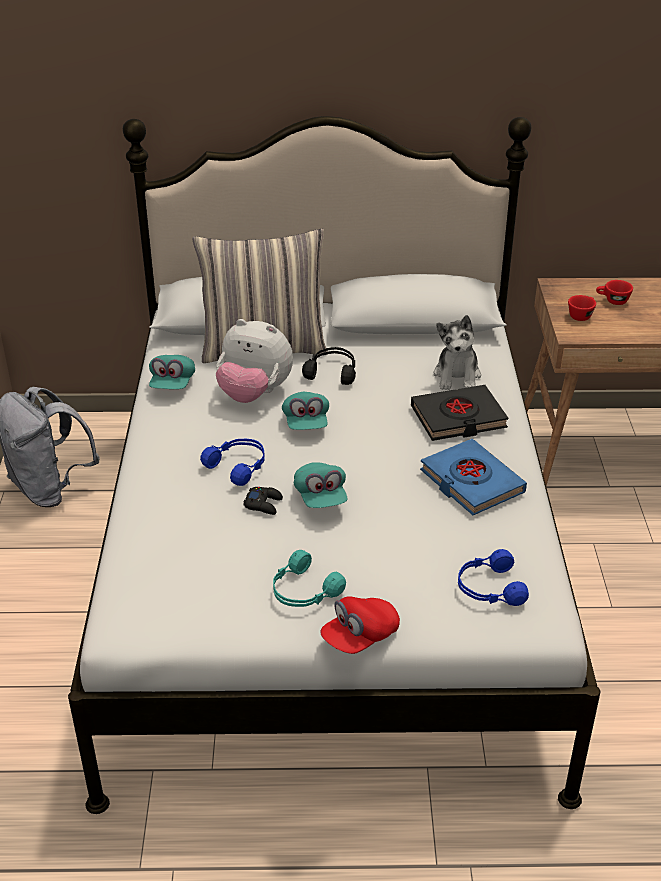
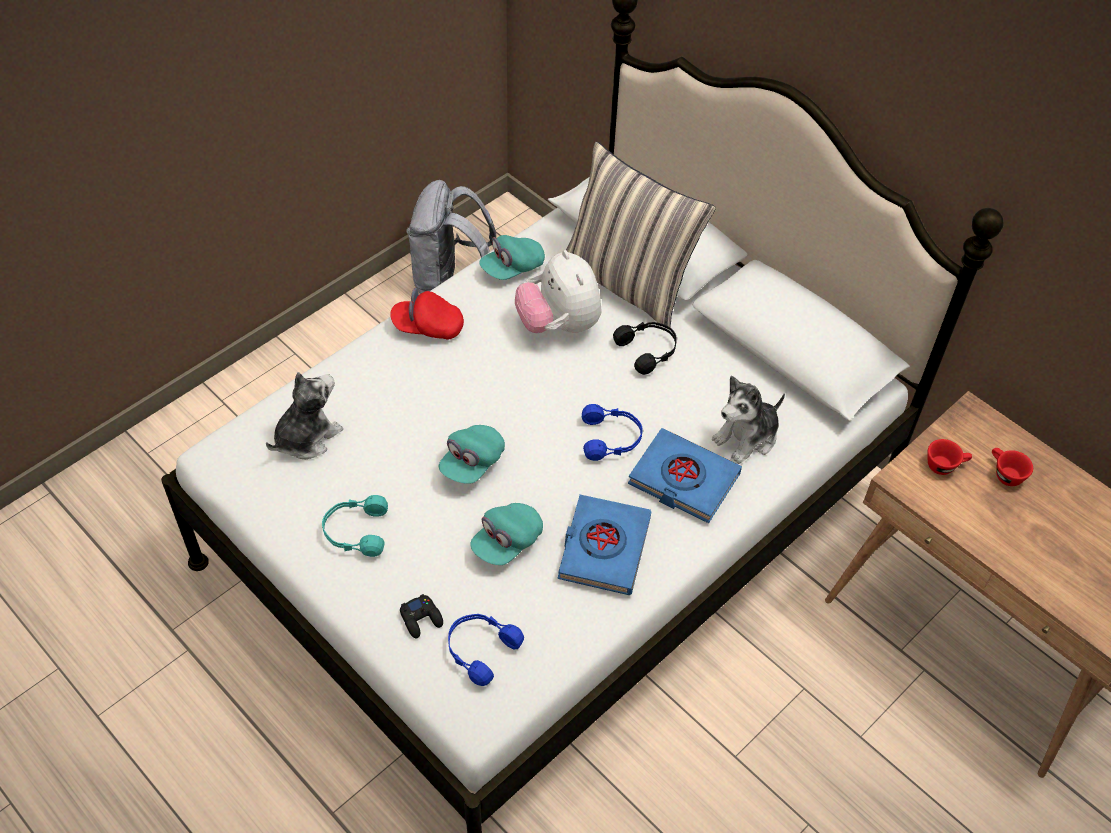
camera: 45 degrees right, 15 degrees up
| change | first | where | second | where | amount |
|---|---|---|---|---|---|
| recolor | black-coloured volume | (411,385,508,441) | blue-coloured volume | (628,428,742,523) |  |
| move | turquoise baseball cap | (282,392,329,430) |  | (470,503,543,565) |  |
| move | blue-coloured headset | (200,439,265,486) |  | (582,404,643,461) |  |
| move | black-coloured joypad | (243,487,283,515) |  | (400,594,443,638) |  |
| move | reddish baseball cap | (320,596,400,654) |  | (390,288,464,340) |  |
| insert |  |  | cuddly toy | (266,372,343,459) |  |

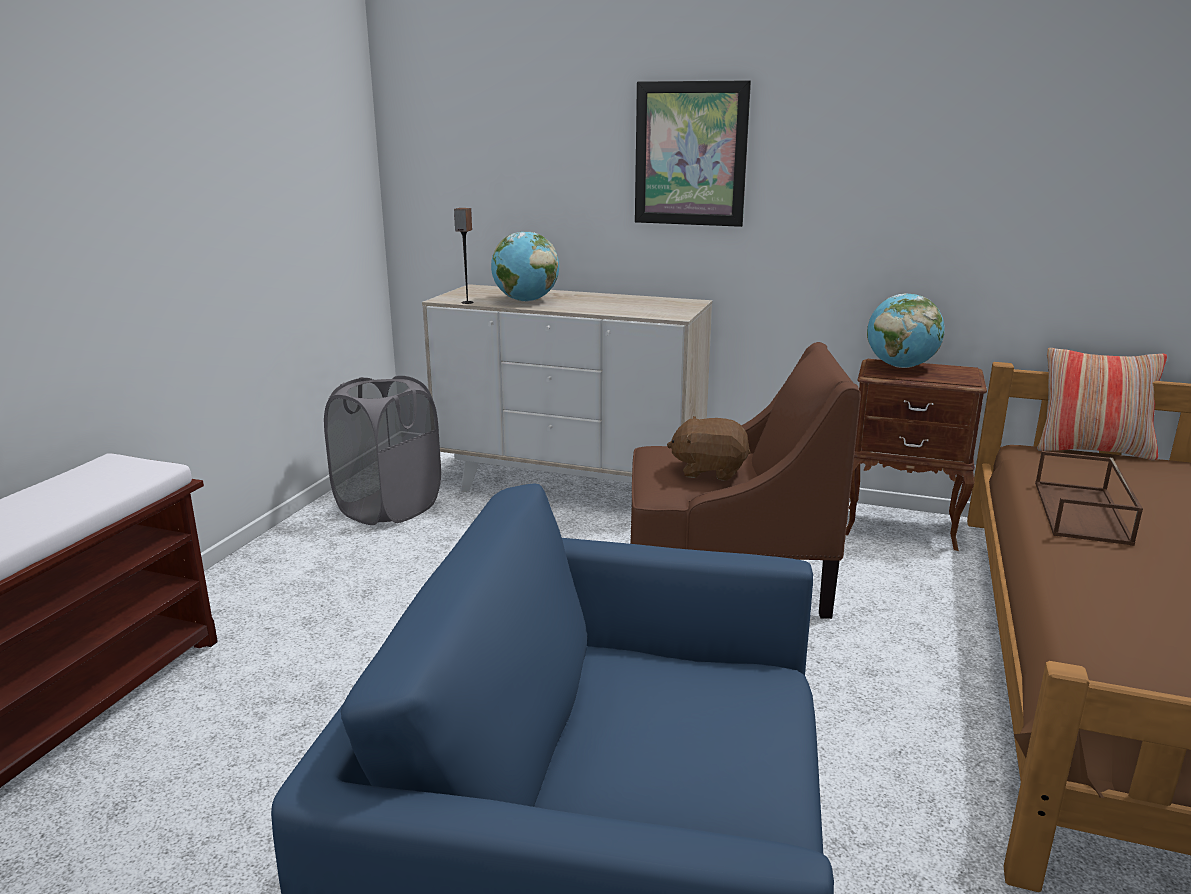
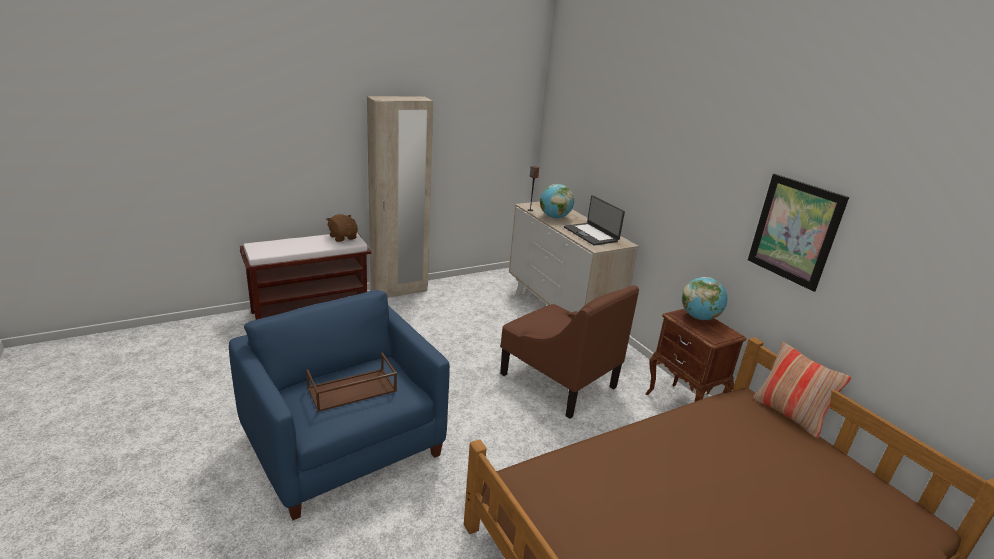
camera: 40 degrees right, 5 degrees up
| change | first | where | second | where | amount |
|---|---|---|---|---|---|
| move | picture | (635,80,751,227) |  | (748,174,849,292) |  |
| delete | greyish washing basket | (324,376,441,525) |  |  |  |
| move | brown cuddly toy | (667,416,751,481) |  | (326,214,358,242) |  |
| move | brown carrying tray | (1035,451,1143,546) |  | (306,353,397,412) |  |
| insert |  |  | sand-coloured clothes cupboard | (367,96,433,298) |  |
| insert |  |  | laptop | (564,195,625,246) |  |

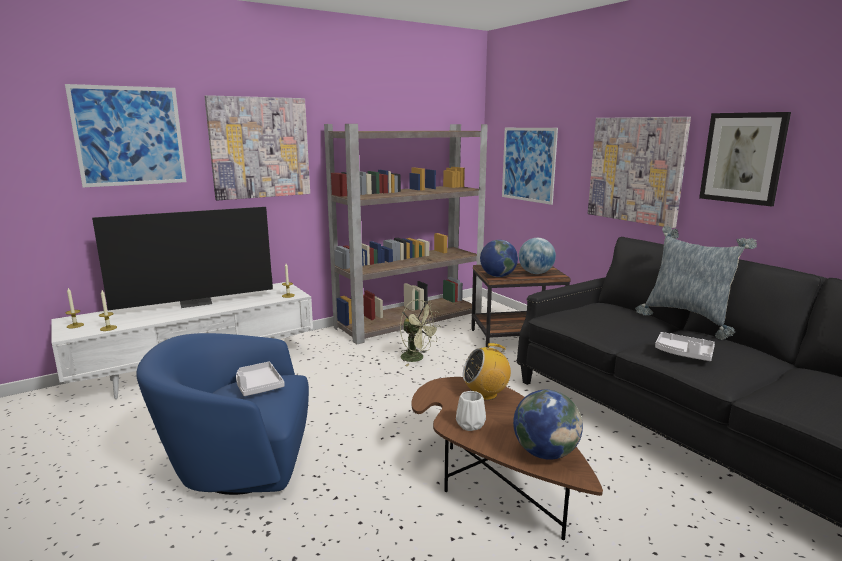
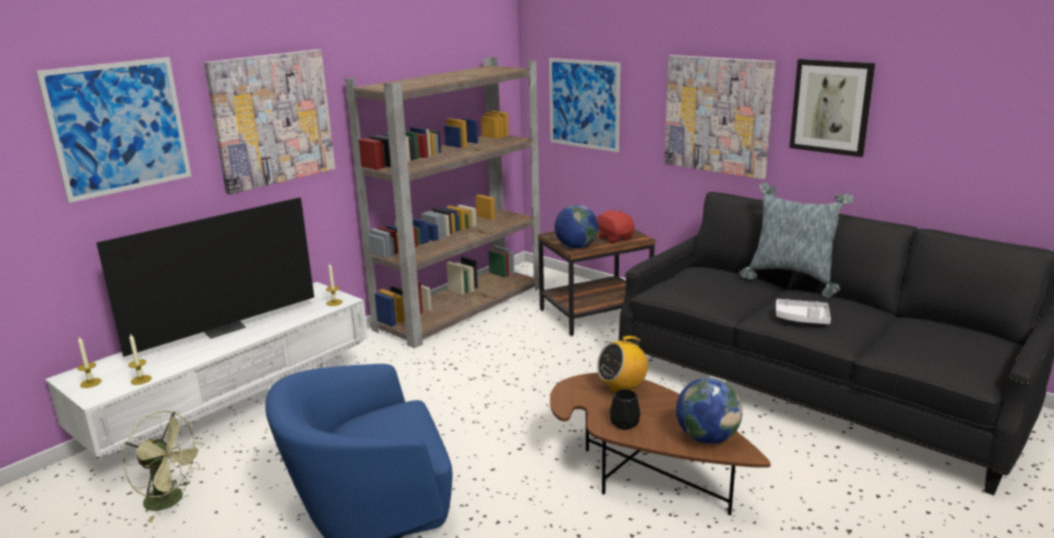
camera: 15 degrees left, 5 degrees up
| change | first | where | second | where | amount |
|---|---|---|---|---|---|
| replace | desk globe | (519,238,556,274) | reddish cuddly toy | (596,210,634,243) |  |
| move | green electric fan | (400,299,441,366) |  | (123,410,204,522) |  |
| delete | white carrying tray | (236,362,285,396) |  |  |  |
| recolor | white flower vase | (456,391,486,431) | black-coloured flower vase | (610,389,641,430) |  |

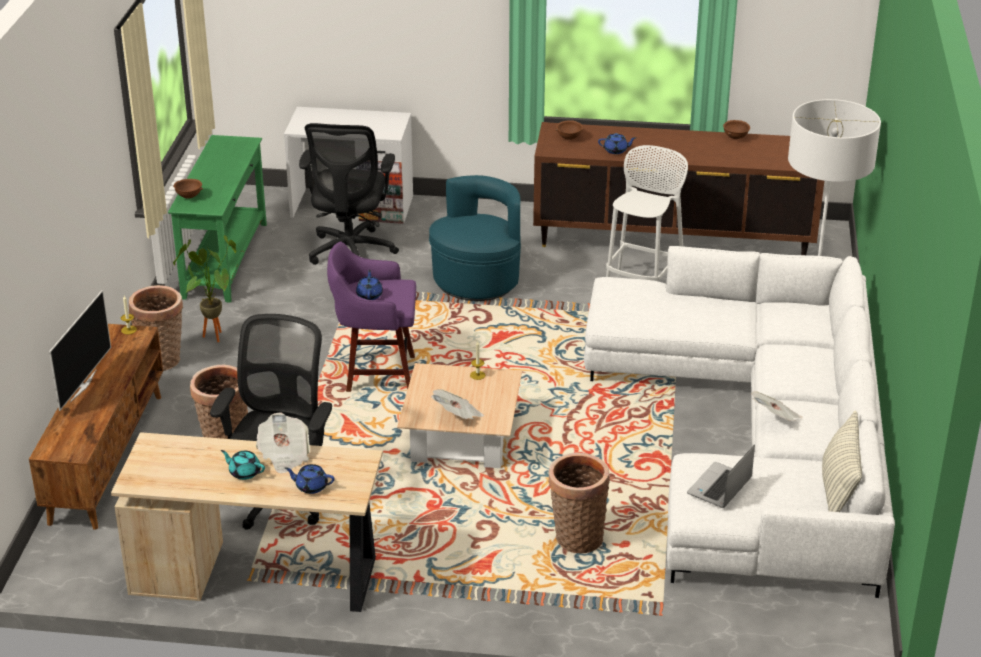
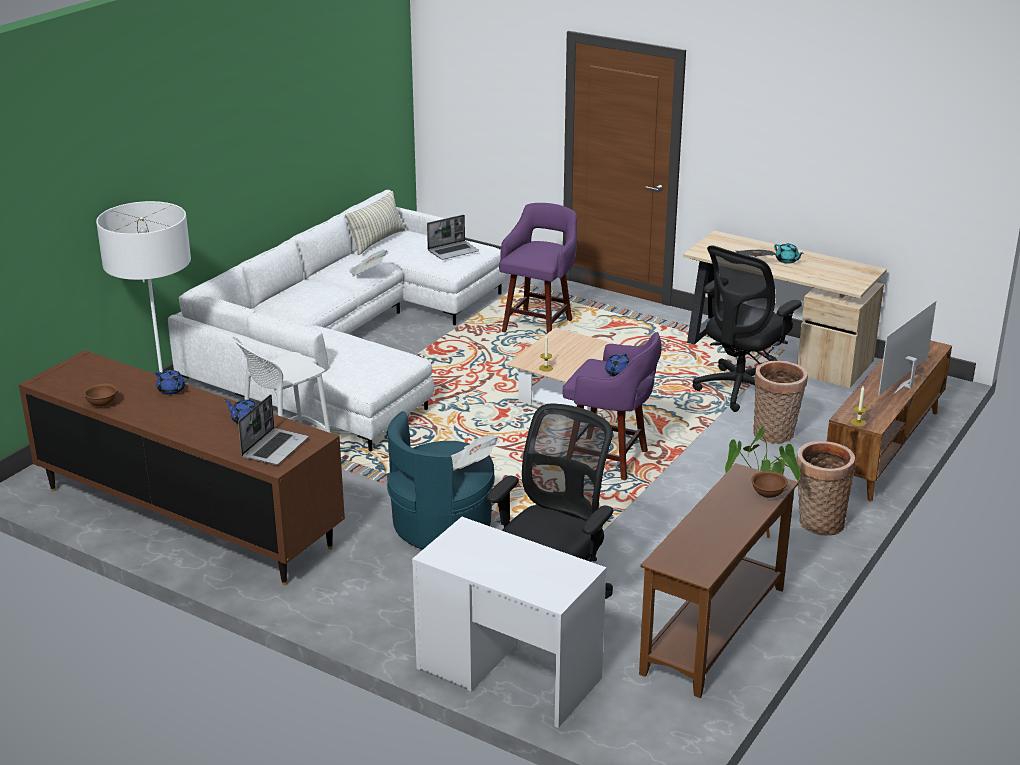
camera: 155 degrees left, 5 degrees down
| change | first | where | second | where | amount |
|---|---|---|---|---|---|
| replace | brown serving bowl | (555,120,584,140) | laptop | (238,394,308,465) |  |
| recolor | green hall table | (168,135,267,303) | brown hall table | (639,463,799,698) |  |
| move | newspaper | (431,389,484,419) |  | (451,434,499,471) |  |
| replace | household basket | (548,452,610,553) | purple-coloured sitting stool | (499,203,577,333) |  |
| move | blue-coloured tea pot | (285,464,335,494) |  | (155,370,186,395) |  |

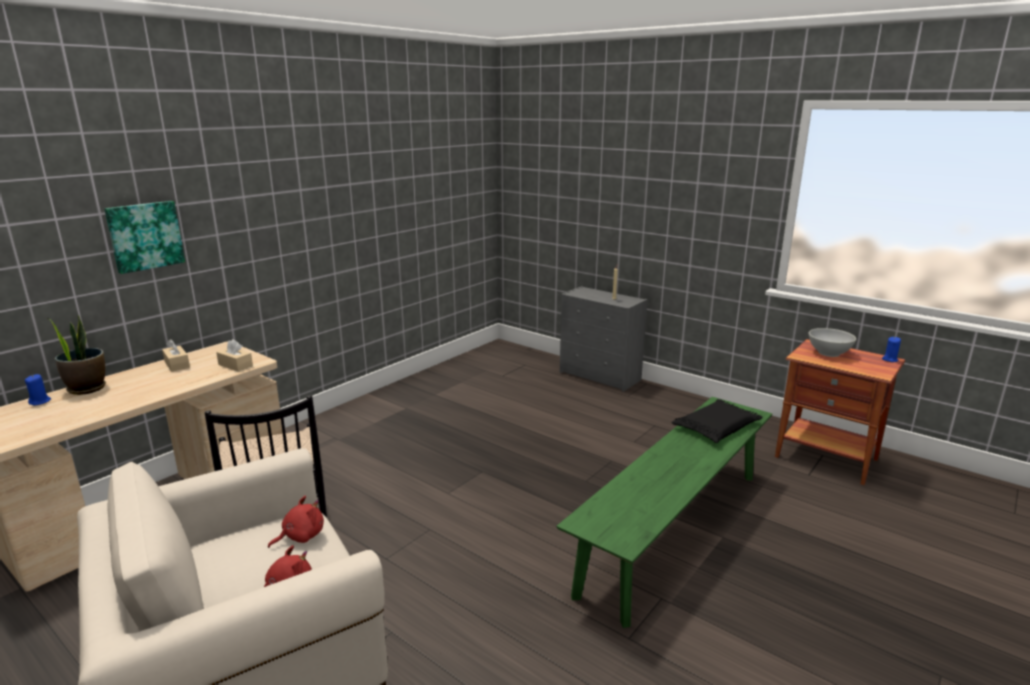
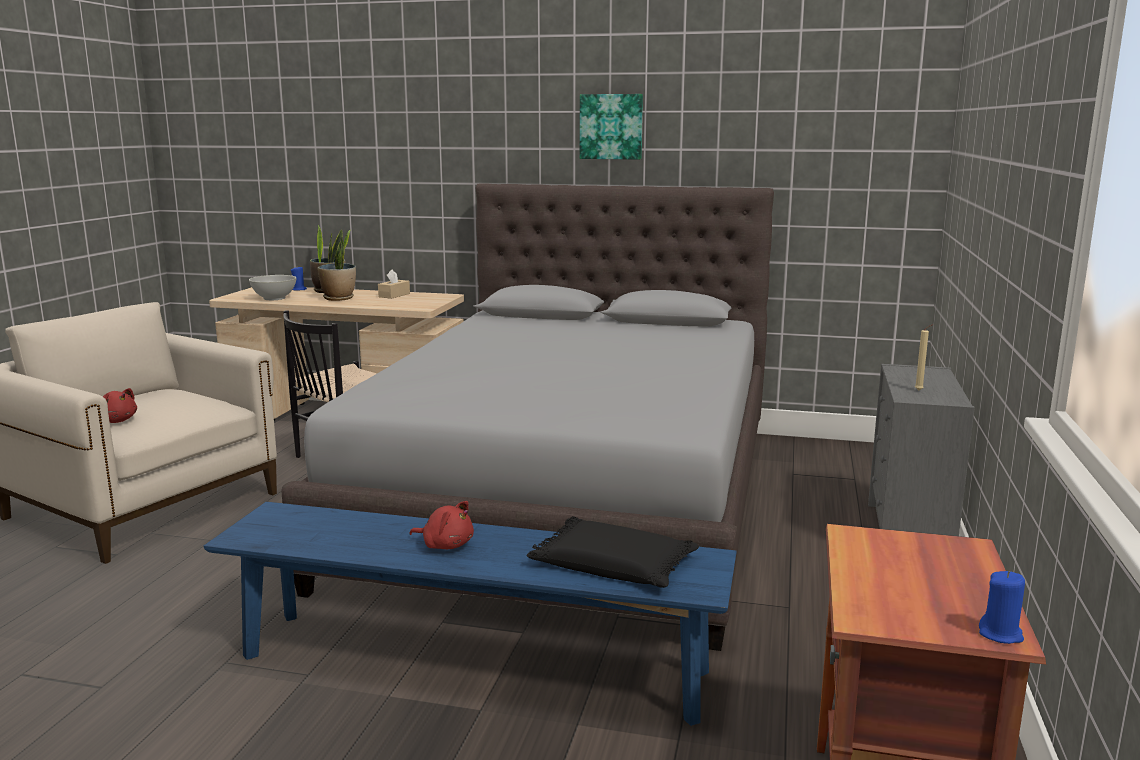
camera: 65 degrees right, 5 degrees down
| change | first | where | second | where | amount |
|---|---|---|---|---|---|
| move | picture | (104,201,185,274) |  | (580,94,643,160) |  |
| move | white serving bowl | (809,328,856,357) |  | (249,275,297,300) |  |
| delete | sand-coloured tissue box | (216,339,253,372) |  |  |  |
| recolor | green indoor bench | (556,397,772,628) | blue-coloured indoor bench | (204,502,737,726) |  |
| move | reddish cuddly toy | (268,496,324,548) |  | (409,501,474,549) |  |
| insert |  |  | greyish sleeping bed | (281,183,774,651) |  |
| insert |  |  | plant in a pot | (318,229,356,301) |  |

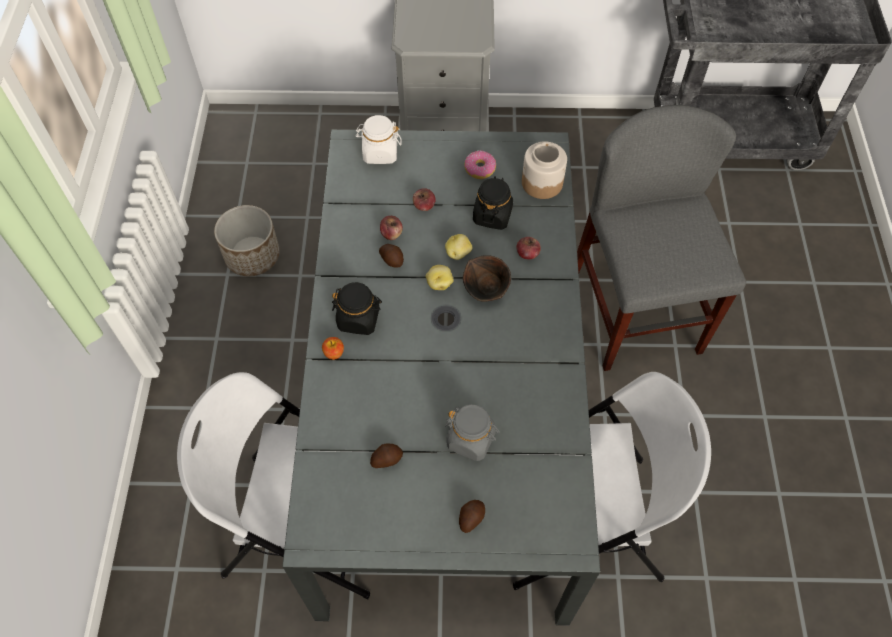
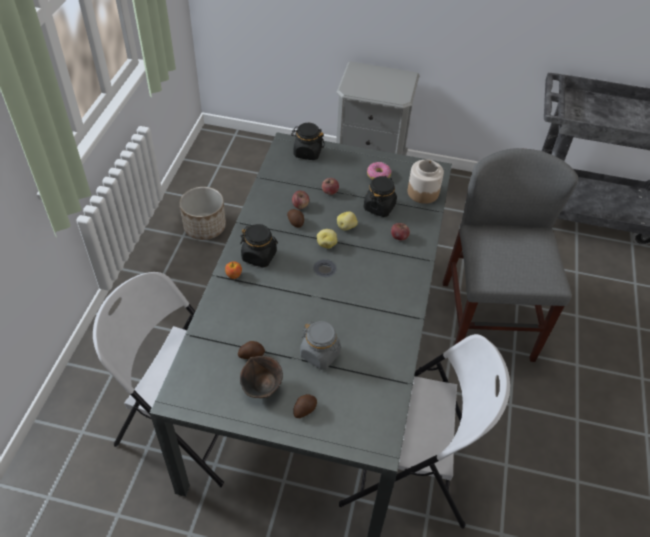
camera: 10 degrees right, 10 degrees down
| change | first | where | second | where | amount |
|---|---|---|---|---|---|
| recolor | white preserve jar | (356,115,402,164) | black-coloured preserve jar | (291,123,325,160) |  |
| move | brown serving bowl | (463,255,511,302) |  | (240,356,283,398) |  |

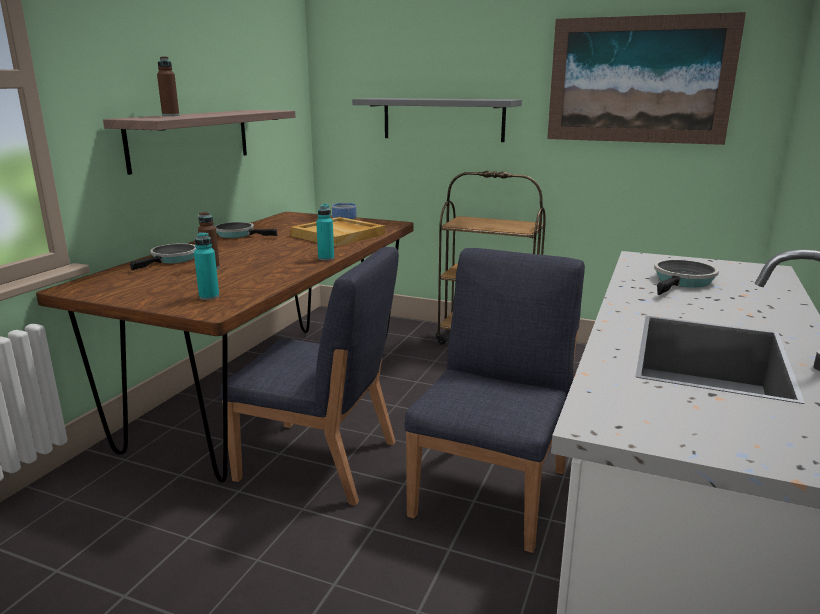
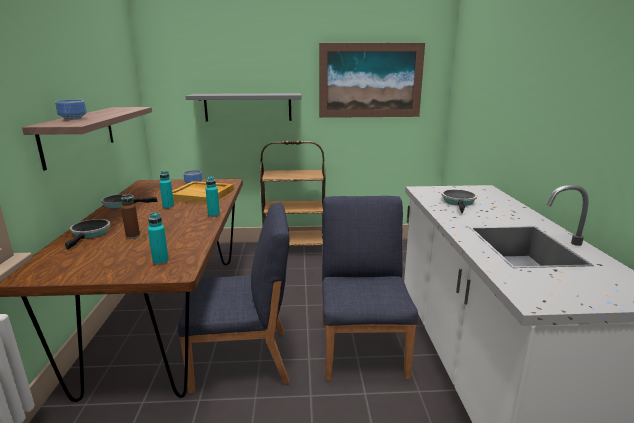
camera: 25 degrees left, 0 degrees up
| change | first | where | second | where | amount |
|---|---|---|---|---|---|
| replace | brown beverage bottle | (157,56,179,116) | serving bowl | (55,100,87,120) |  |
| insert |  |  | turquoise beverage bottle | (159,171,174,208) |  |

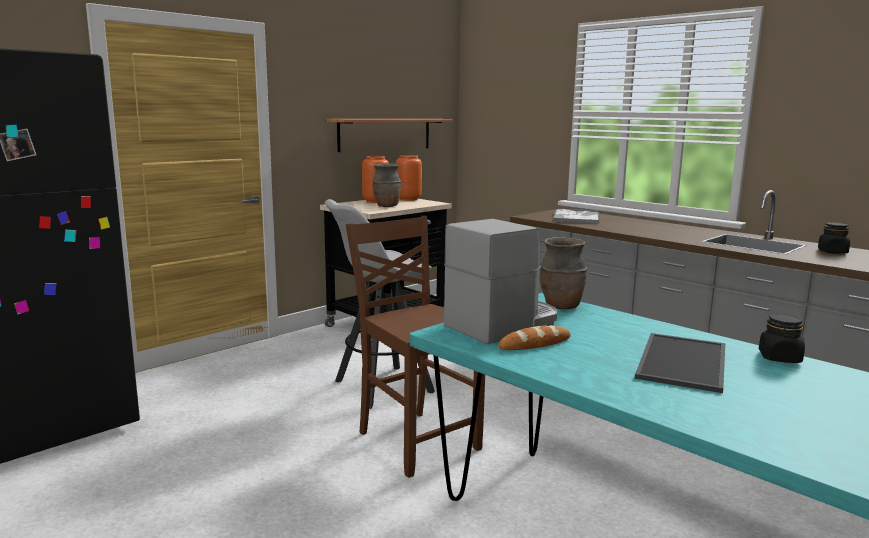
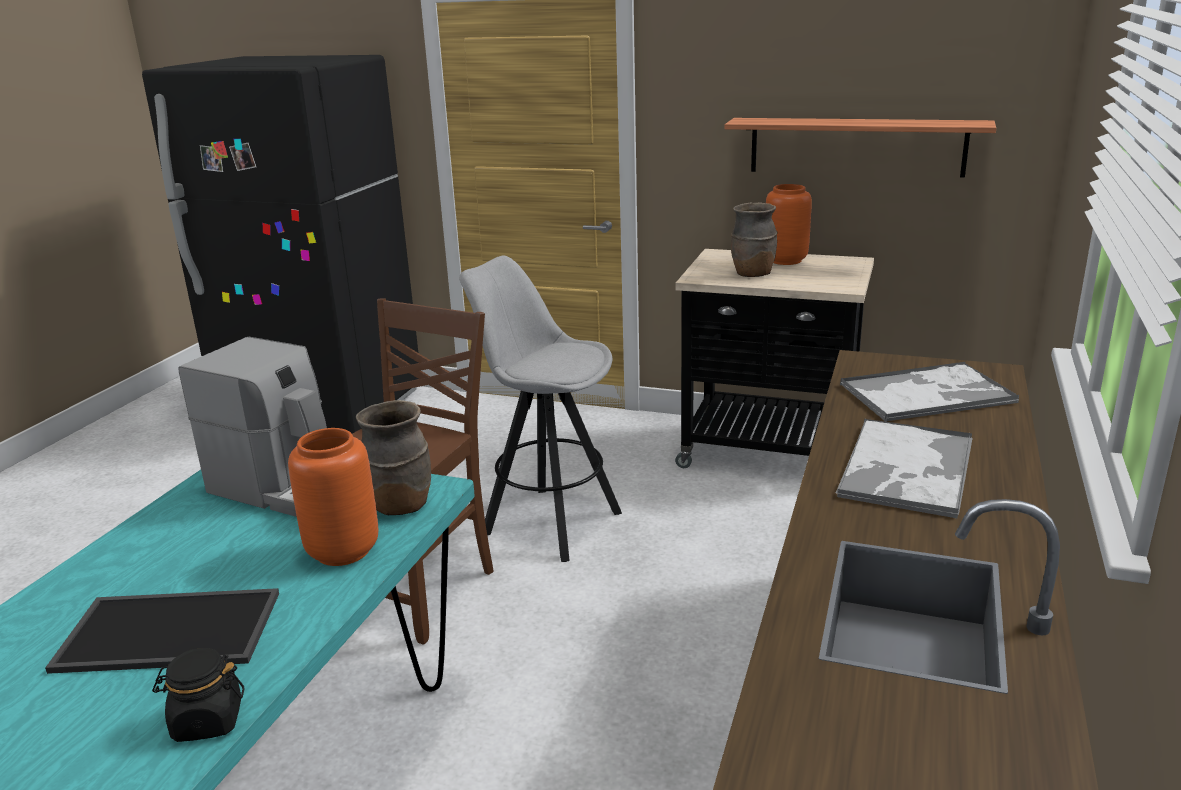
camera: 65 degrees right, 10 degrees up
| change | first | where | second | where | amount |
|---|---|---|---|---|---|
| move | orange-coloured flower vase | (396,155,422,201) |  | (288,428,378,566) |  |
| delete | black-coloured preserve jar | (818,222,850,254) |  |  |  |
| delete | bakery bread | (498,325,571,350) |  |  |  |
| insert |  |  | carrying tray | (836,419,972,518) |  |

